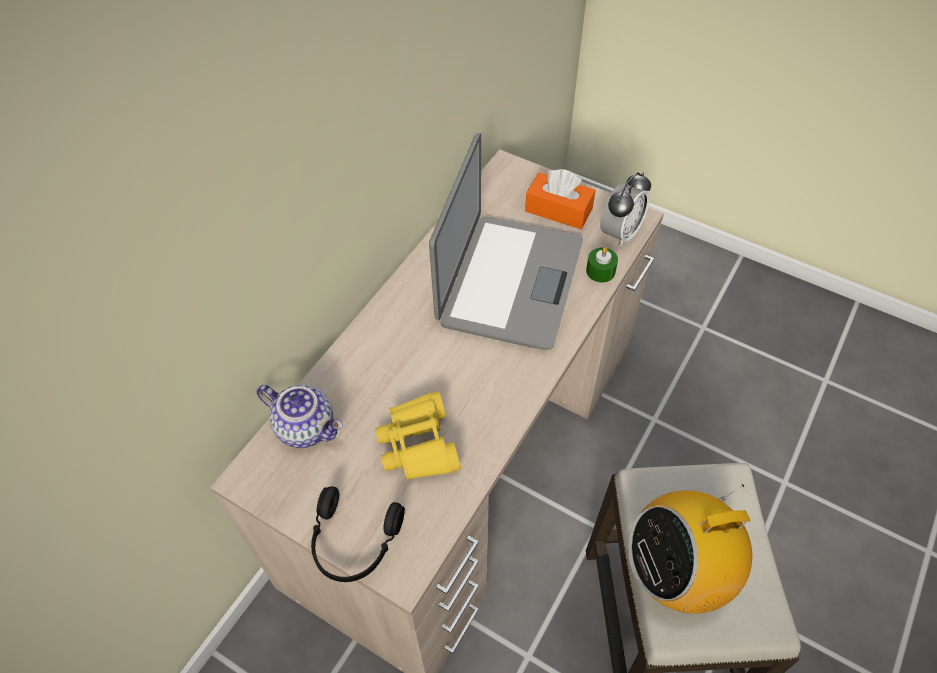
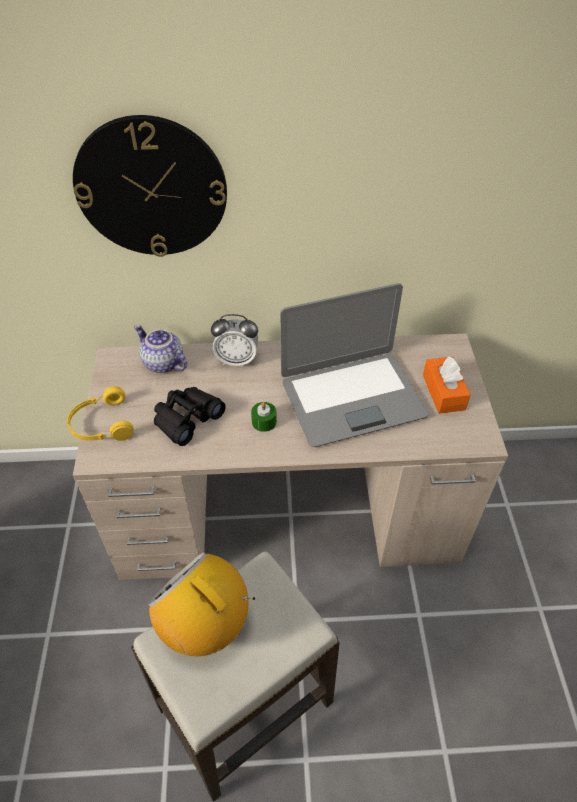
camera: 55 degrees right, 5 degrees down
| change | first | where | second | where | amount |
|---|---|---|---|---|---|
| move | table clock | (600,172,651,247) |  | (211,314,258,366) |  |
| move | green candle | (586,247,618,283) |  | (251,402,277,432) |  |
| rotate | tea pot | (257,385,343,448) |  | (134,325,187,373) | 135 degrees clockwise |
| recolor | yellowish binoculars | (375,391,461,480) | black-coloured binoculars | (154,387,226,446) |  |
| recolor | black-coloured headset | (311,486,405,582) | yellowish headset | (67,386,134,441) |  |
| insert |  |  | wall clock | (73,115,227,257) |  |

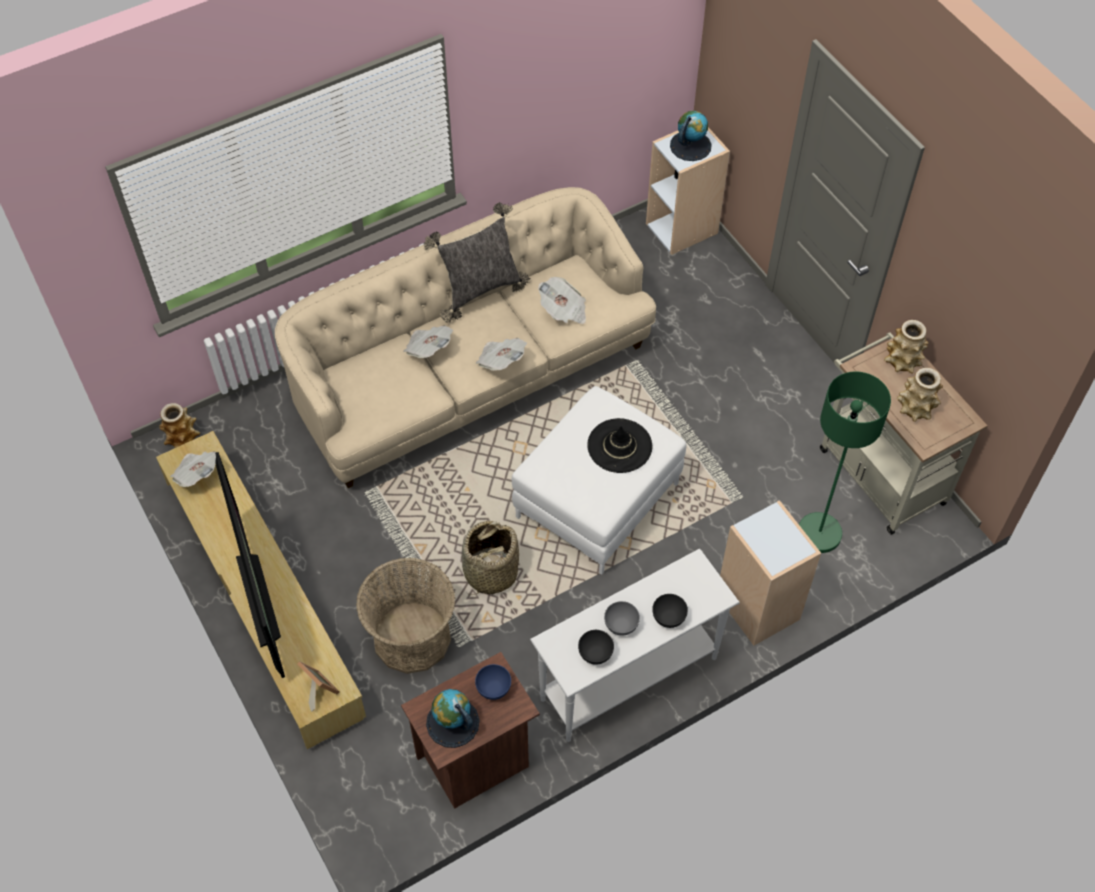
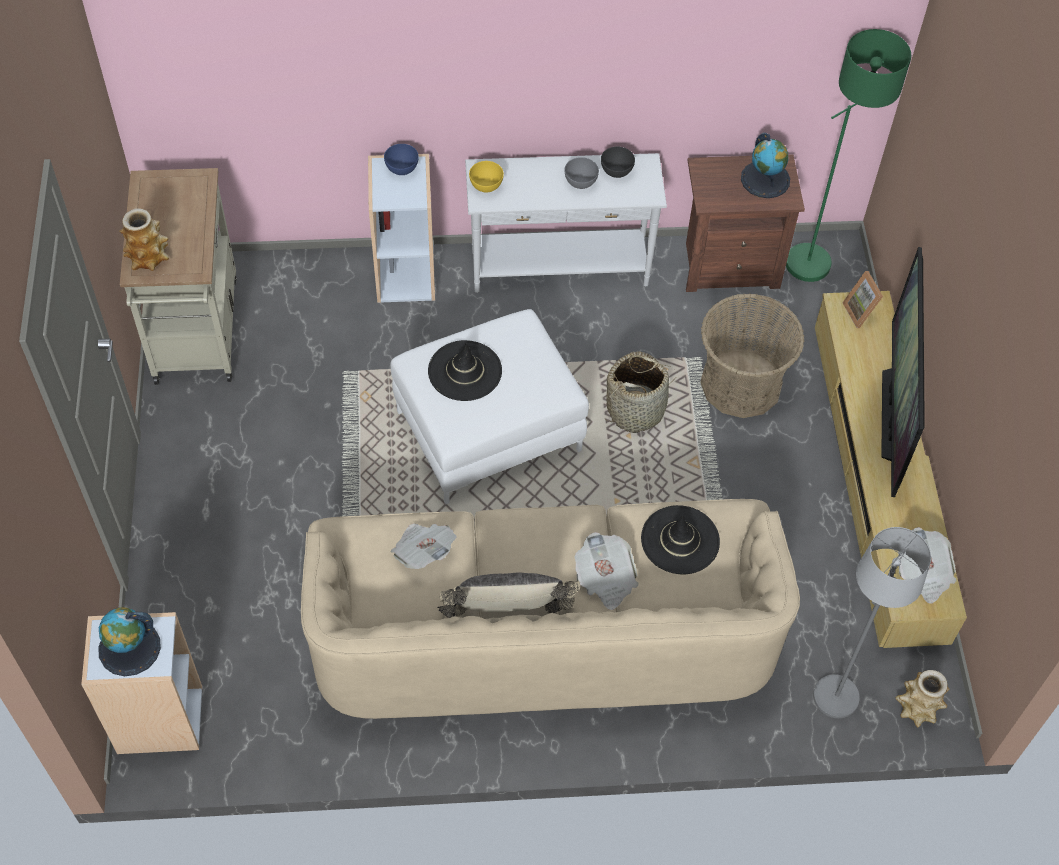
camera: 155 degrees left, 0 degrees up
| change | first | where | second | where | amount |
|---|---|---|---|---|---|
| delete | newspaper | (476,338,527,371) |  |  |  |
| delete | flower vase | (897,368,943,422) |  |  |  |
| move | green floor lamp | (799,372,891,553) |  | (786,29,911,282) |  |
| delete | greyish serving bowl | (652,594,688,628) |  |  |  |
| move | blue-coloured serving bowl | (475,664,511,700) |  | (384,144,419,175) |  |
| insert |  |  | yellowish serving bowl | (469,161,504,192) |  |
| insert |  |  | black-coloured hat | (641,505,720,574) |  |
| insert |  |  | greyish floor lamp | (813,527,931,718) |  |

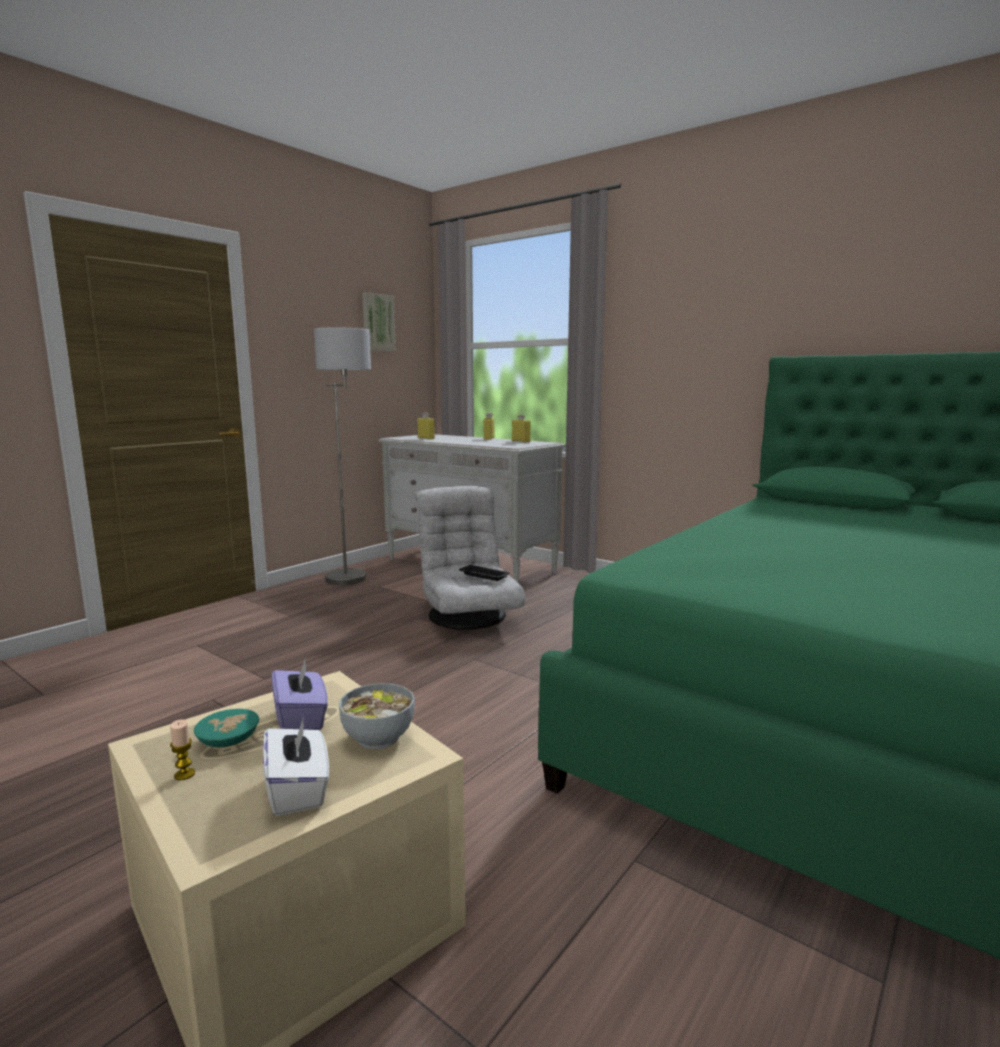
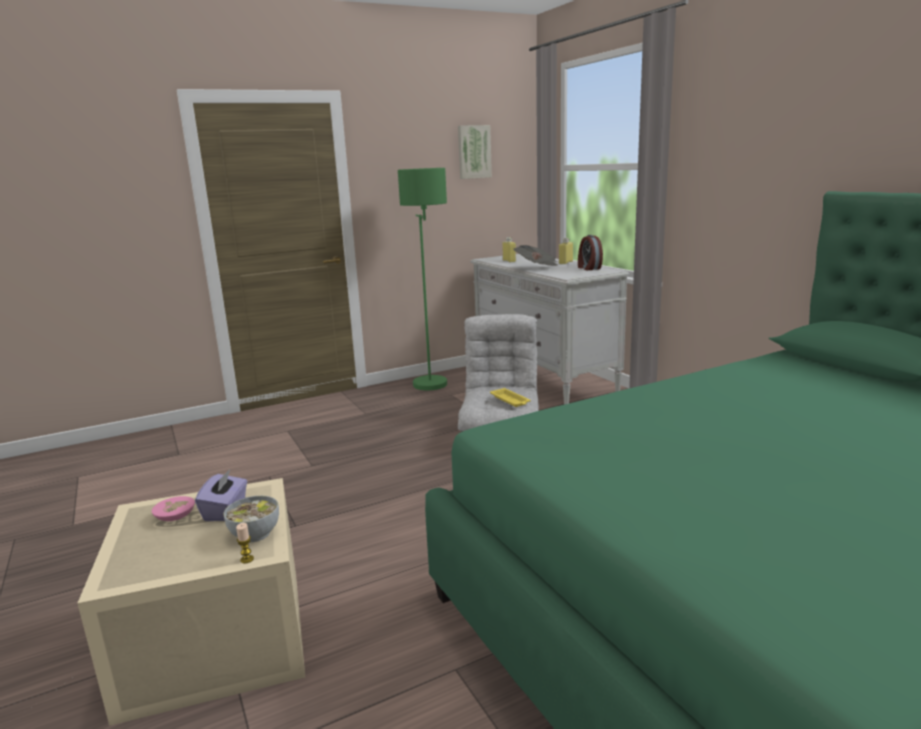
camera: 25 degrees right, 5 degrees up
| change | first | where | second | where | amount |
|---|---|---|---|---|---|
| recolor | greyish floor lamp | (314,327,371,585) | green floor lamp | (398,168,447,390) |  |
| replace | yellowish beverage bottle | (512,414,531,442) | table clock | (578,235,603,270) |  |
| recolor | black-coloured carrying tray | (459,564,510,581) | yellowish carrying tray | (490,388,531,407) |  |
| recolor | turquoise serving bowl | (194,709,259,748) | pink-coloured serving bowl | (152,496,195,521) |  |
| delete | white tissue box | (263,717,329,816) |  |  |  |
| move | candle | (170,719,195,780) |  | (236,523,254,563) |  |
| insert |  |  | newspaper | (513,245,557,266) |  |

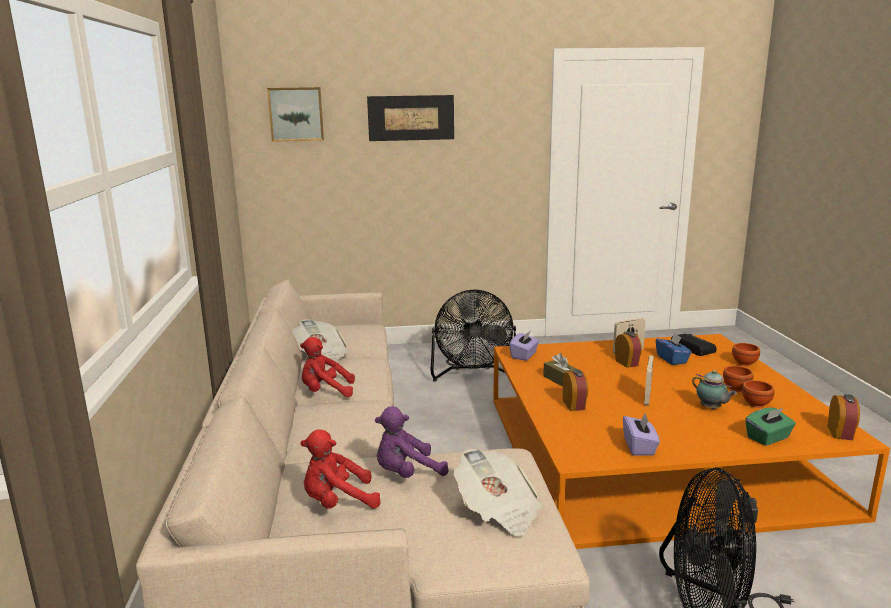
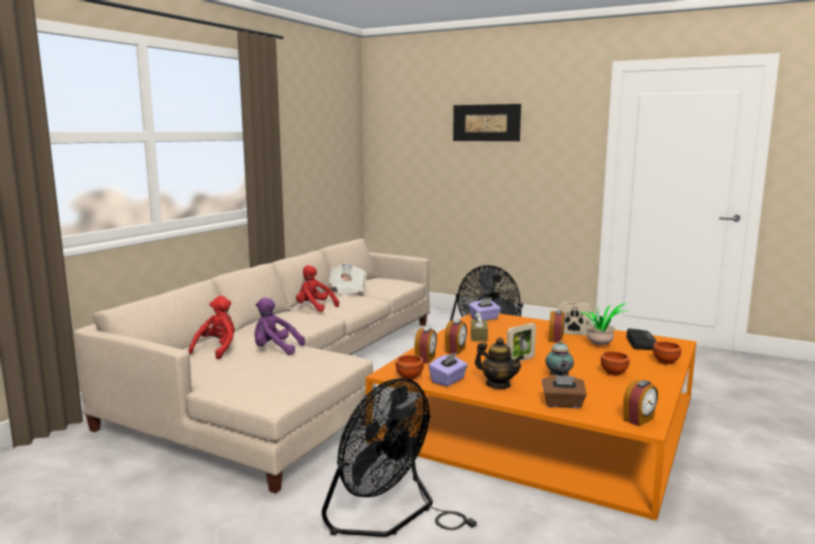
camera: 35 degrees right, 5 degrees down
| change | first | where | second | where | amount |
|---|---|---|---|---|---|
| delete | picture | (267,87,324,142) |  |  |  |
| replace | blue-coloured tissue box | (656,333,692,365) | plant in a pot | (580,303,630,346) |  |
| move | brown serving bowl | (742,380,774,408) |  | (396,355,424,380) |  |
| recolor | green tissue box | (746,407,796,446) | brown tissue box | (542,375,587,408) |  |
| rotate | reddish cuddly toy | (300,429,381,509) |  | (188,296,235,359) | 90 degrees clockwise |
| delete | newspaper | (454,448,543,537) |  |  |  |
| insert |  |  | table clock | (415,327,437,364) |  |
| insert |  |  | tea pot | (475,337,524,389) |  |

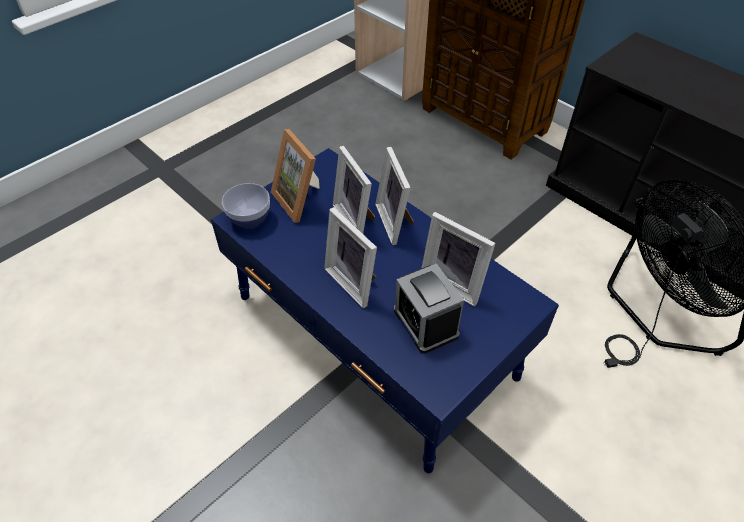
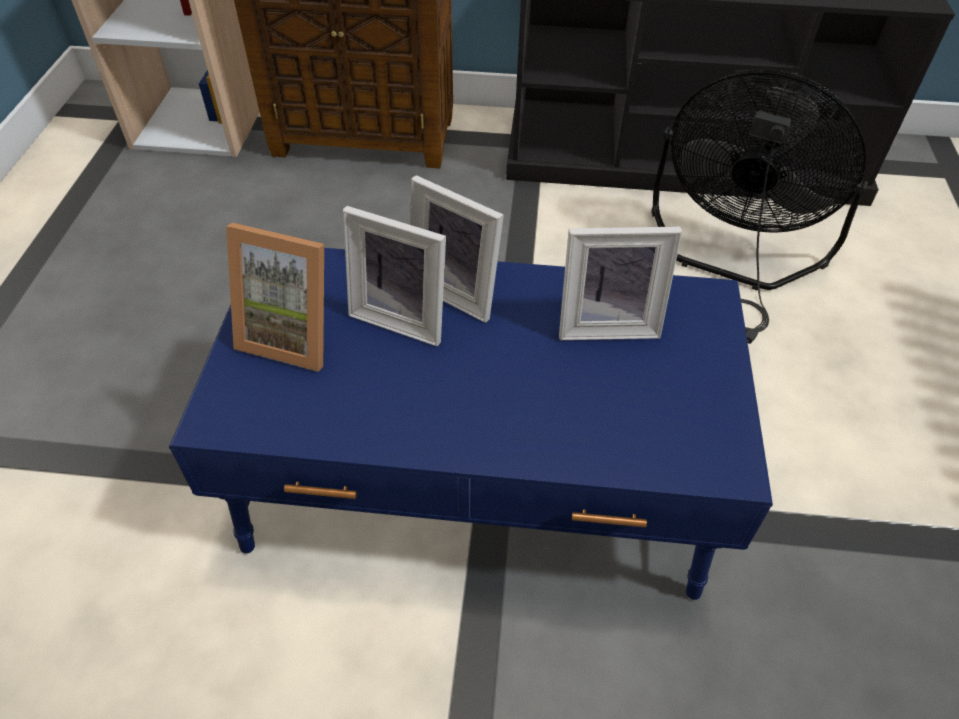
camera: 40 degrees left, 0 degrees up
| change | first | where | second | where | amount |
|---|---|---|---|---|---|
| delete | serving bowl | (222,183,270,229) |  |  |  |
| delete | photo frame | (324,207,377,308) |  |  |  |
| delete | table clock | (394,263,464,354) |  |  |  |

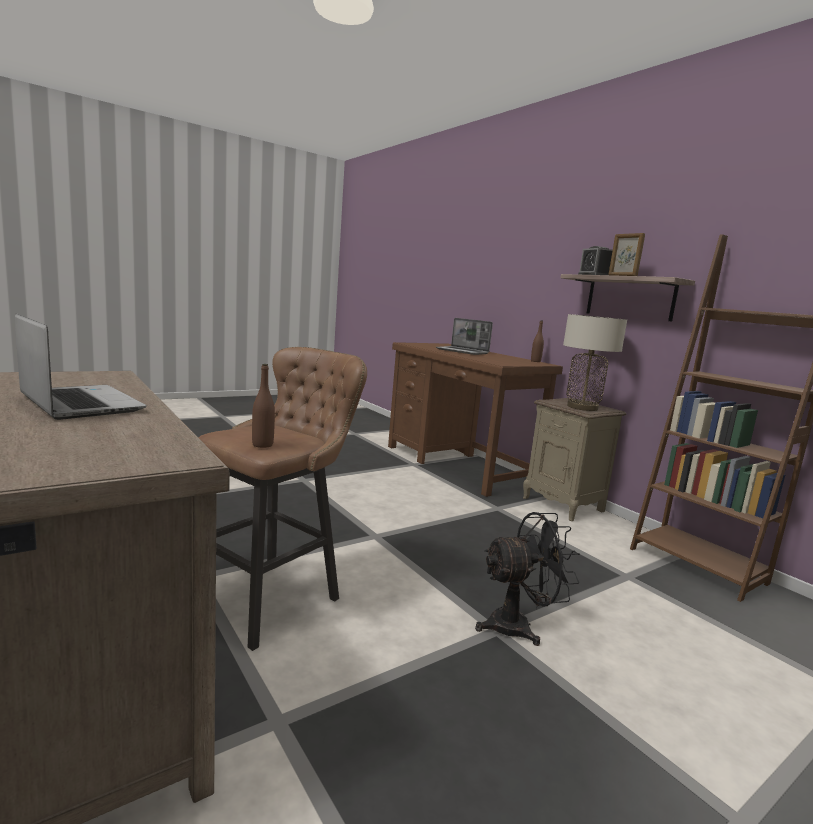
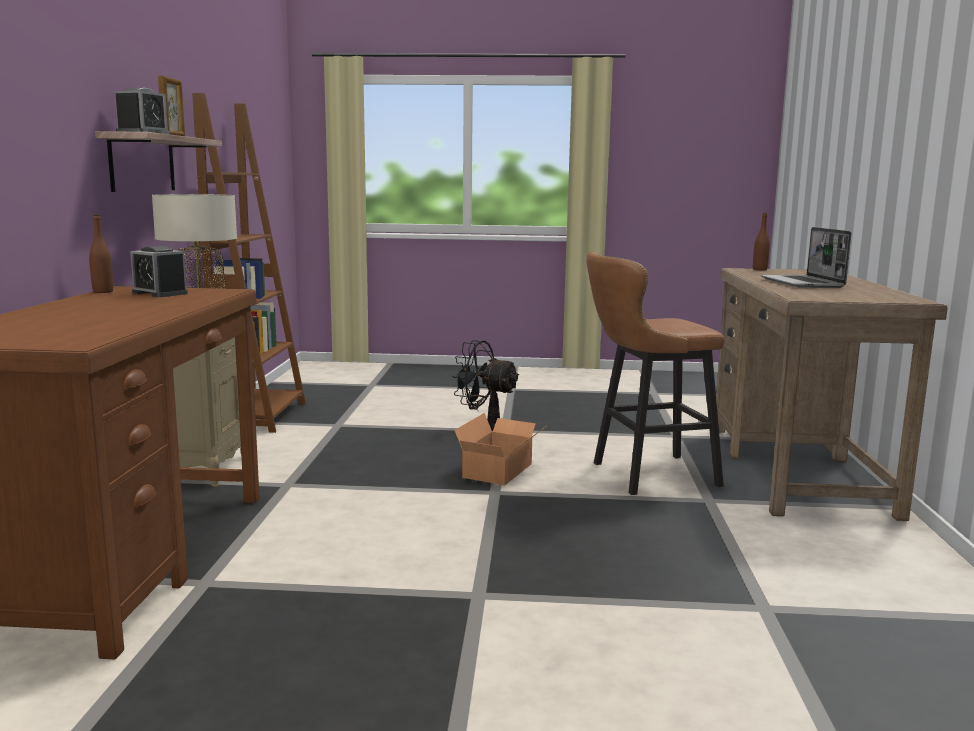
camera: 140 degrees left, 0 degrees up
| change | first | where | second | where | amount |
|---|---|---|---|---|---|
| delete | laptop | (436,318,493,355) |  |  |  |
| move | brown beverage bottle | (252,364,275,448) |  | (753,213,770,271) |  |
| insert |  |  | table clock | (130,246,188,297) |  |
| insert |  |  | packing box | (454,413,545,485) |  |

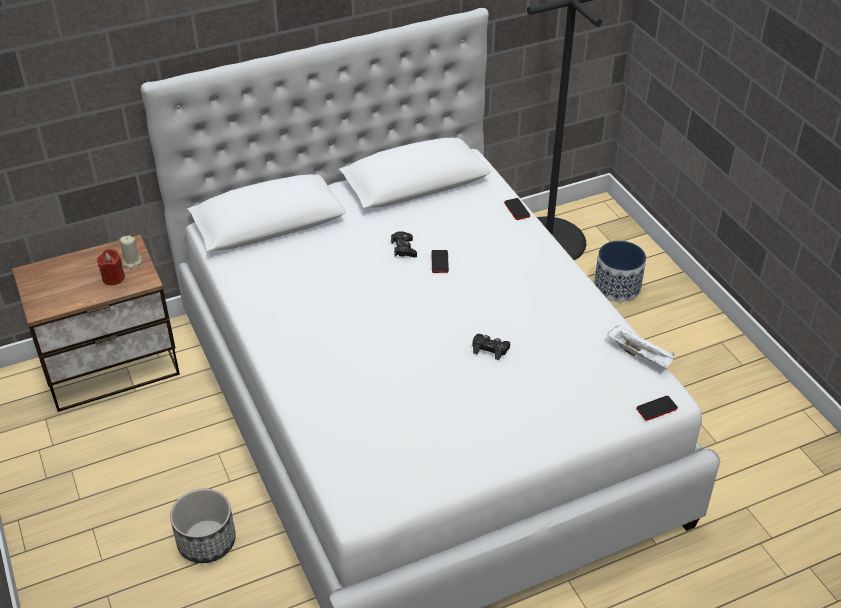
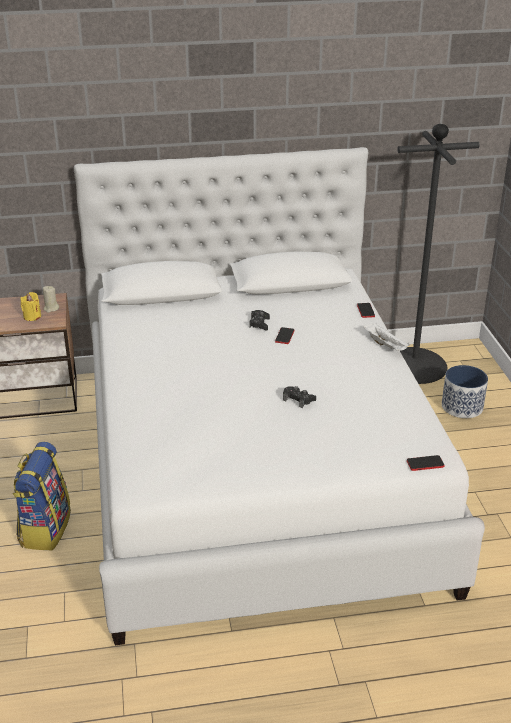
camera: 15 degrees right, 10 degrees down
| change | first | where | second | where | amount |
|---|---|---|---|---|---|
| recolor | reddish candle | (97,249,125,285) | yellowish candle | (20,292,41,321) |  |
| move | white carrying tray | (607,325,674,368) |  | (364,323,409,351) |  |
| replace | plant pot | (170,488,236,563) | backpack | (12,442,71,550) |  |

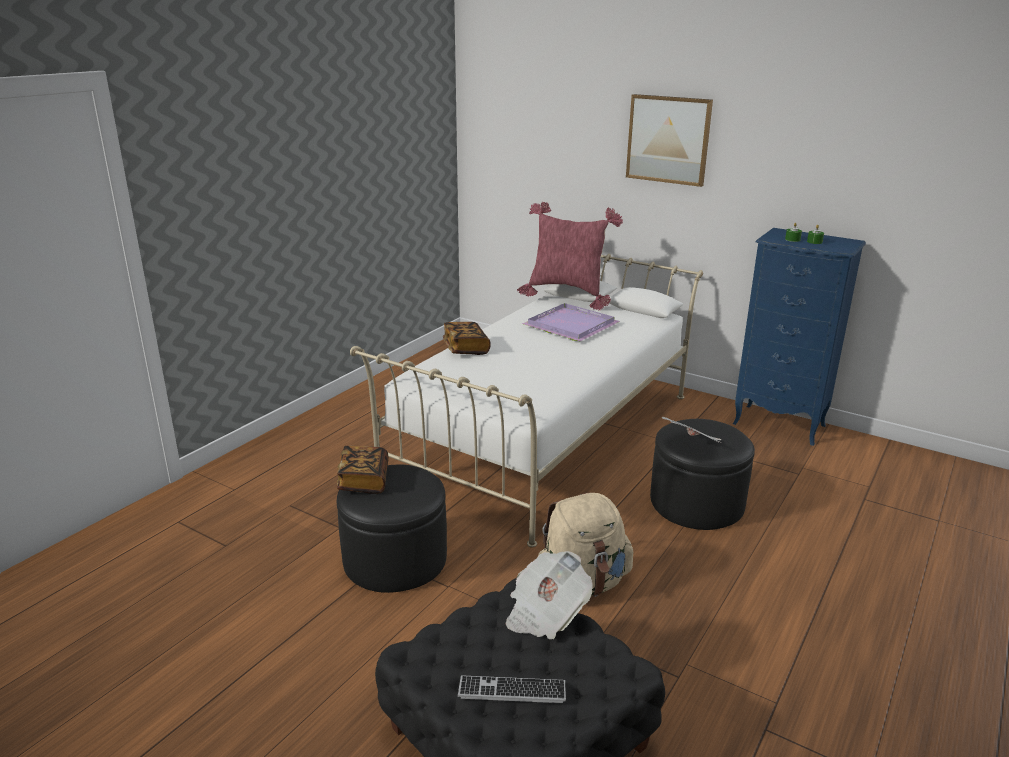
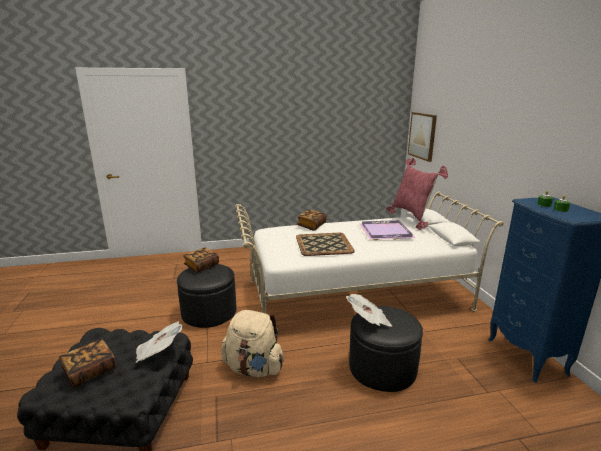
camera: 45 degrees right, 5 degrees down
| change | first | where | second | where | amount |
|---|---|---|---|---|---|
| move | picture | (626,94,713,187) |  | (408,112,437,162) |  |
| replace | PC keyboard | (458,675,566,703) | volume | (59,339,116,388) |  |
| insert |  |  | carrying tray | (296,233,355,256) |  |

